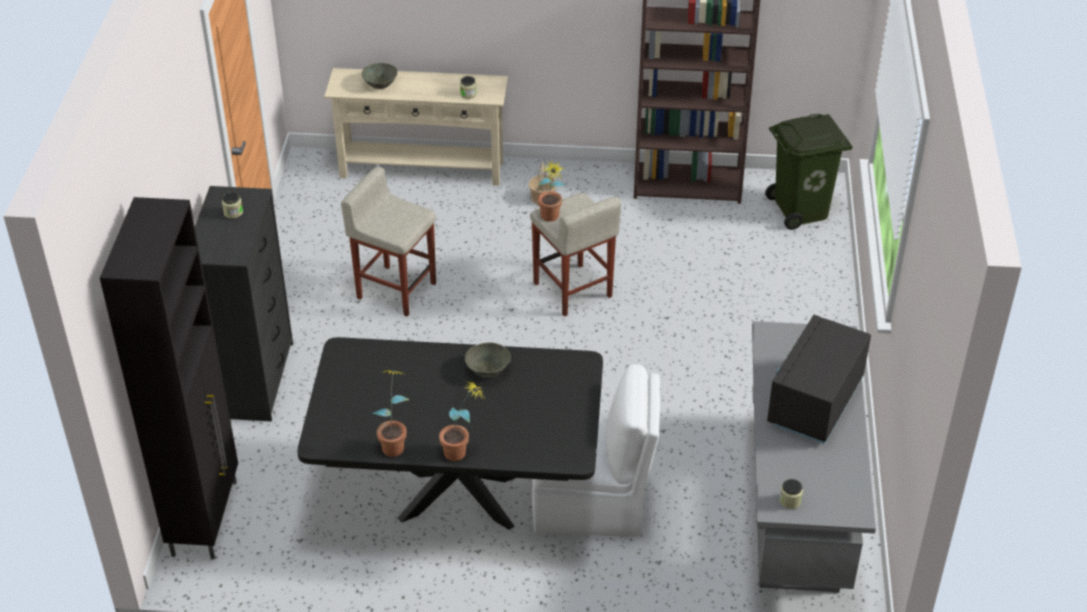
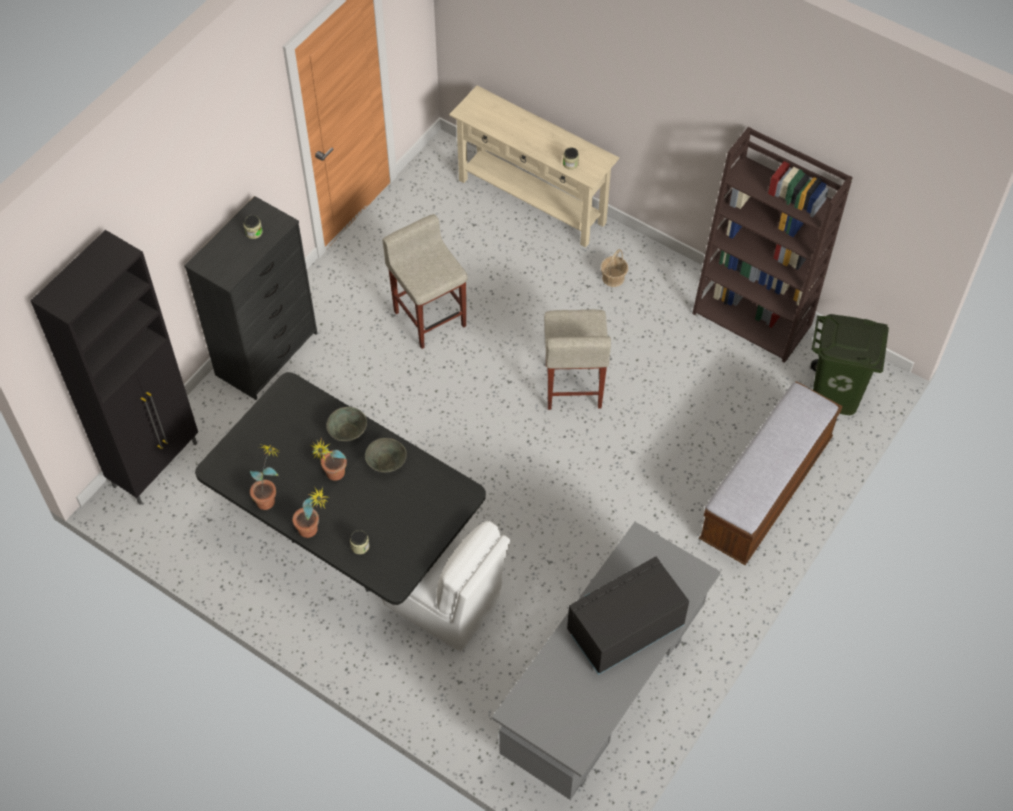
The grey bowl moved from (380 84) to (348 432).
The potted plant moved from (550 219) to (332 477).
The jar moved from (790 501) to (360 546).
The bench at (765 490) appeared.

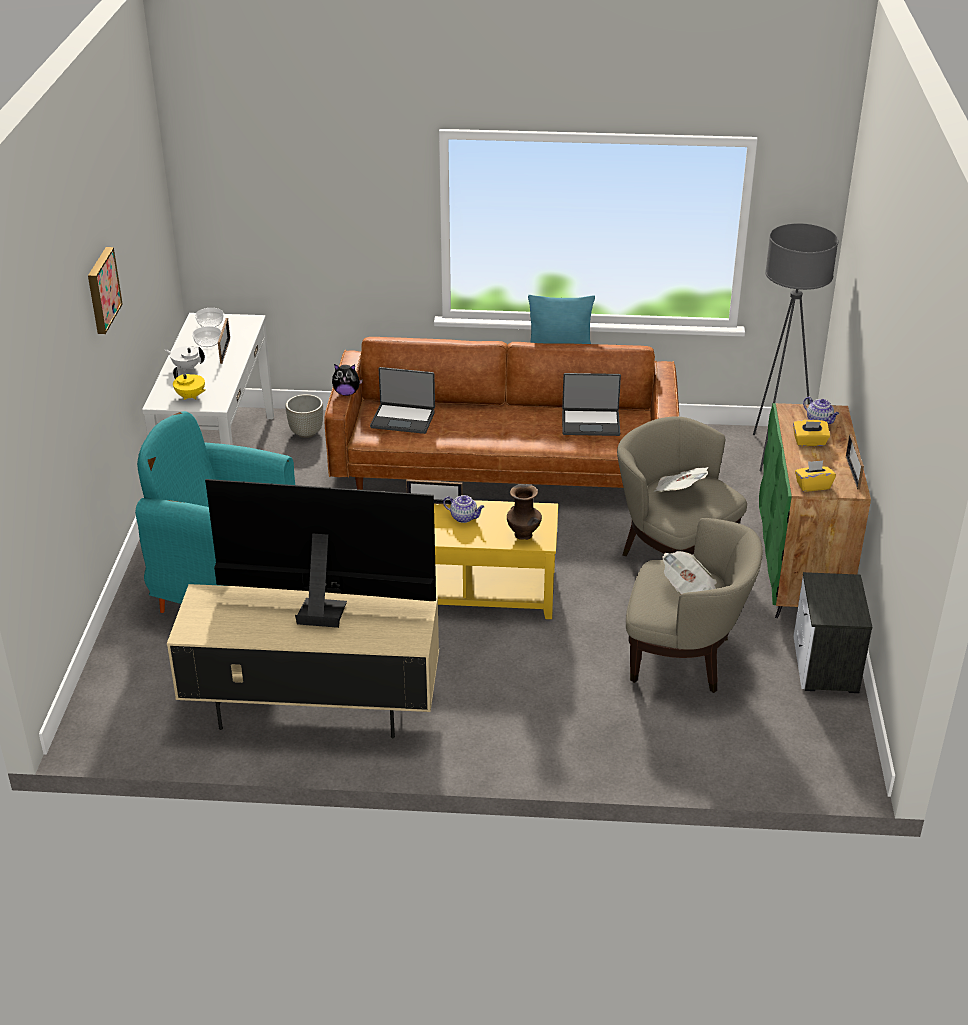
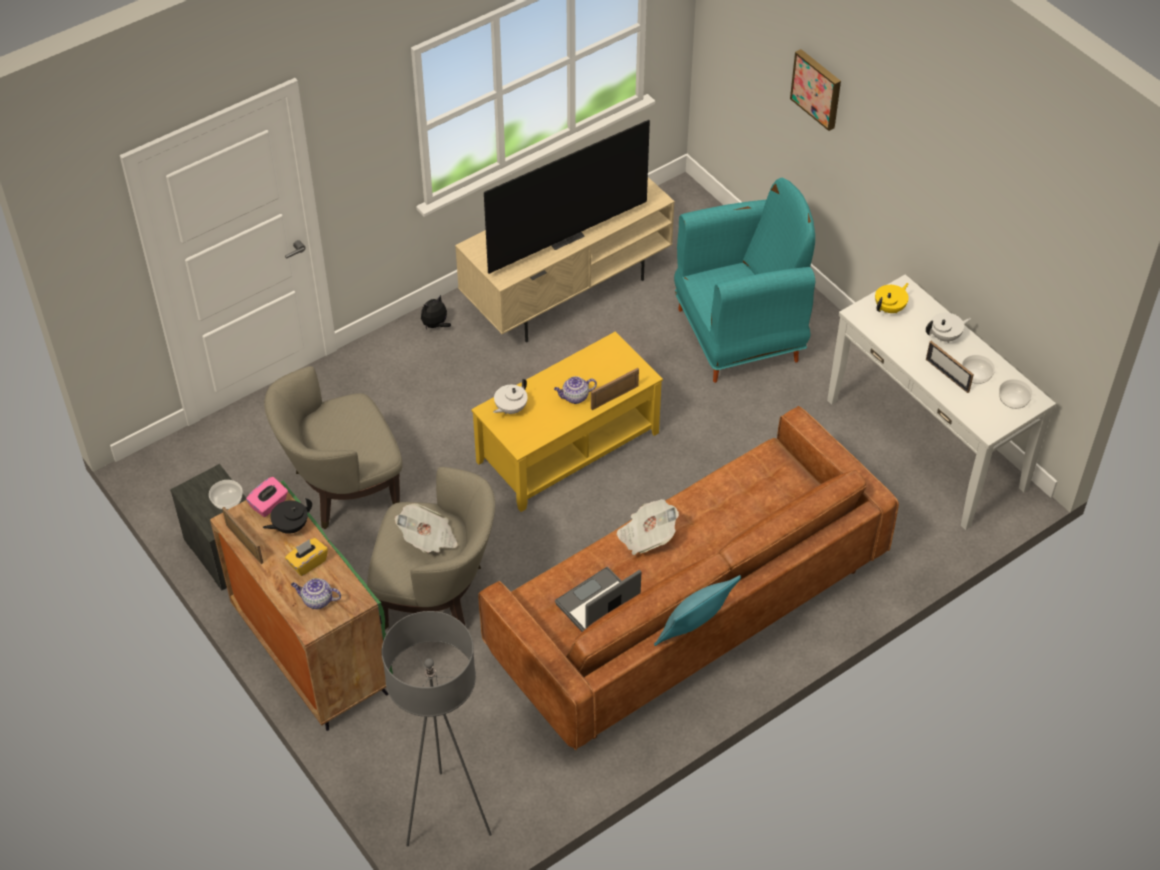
The picture moved from (101 290) to (817 88).
The yellow teapot at (190 397) turned 135 degrees clockwise.
The grey planter at (306 432) disappeared.
The plush toy moved from (346 393) to (435 325).
The laptop at (403 419) disappeared.
The brown vase at (524 535) was replaced by the white teapot at (510 408).
The newspaper moved from (689 591) to (646 536).
The yellow tissue box at (813 486) became the pink tissue box at (269 504).
The bowl at (228 501) appeared.
The black teapot at (290 526) appeared.

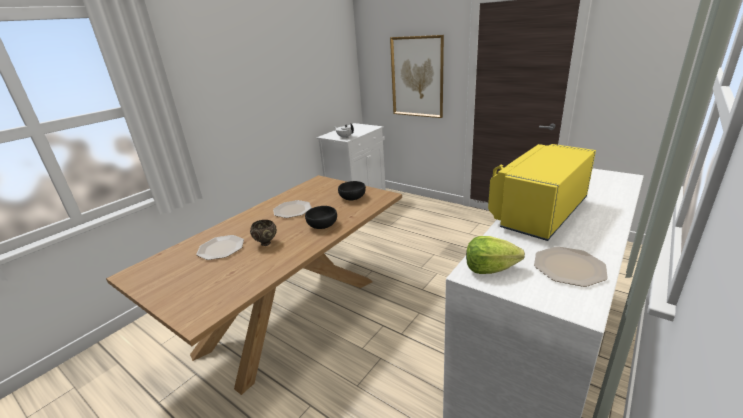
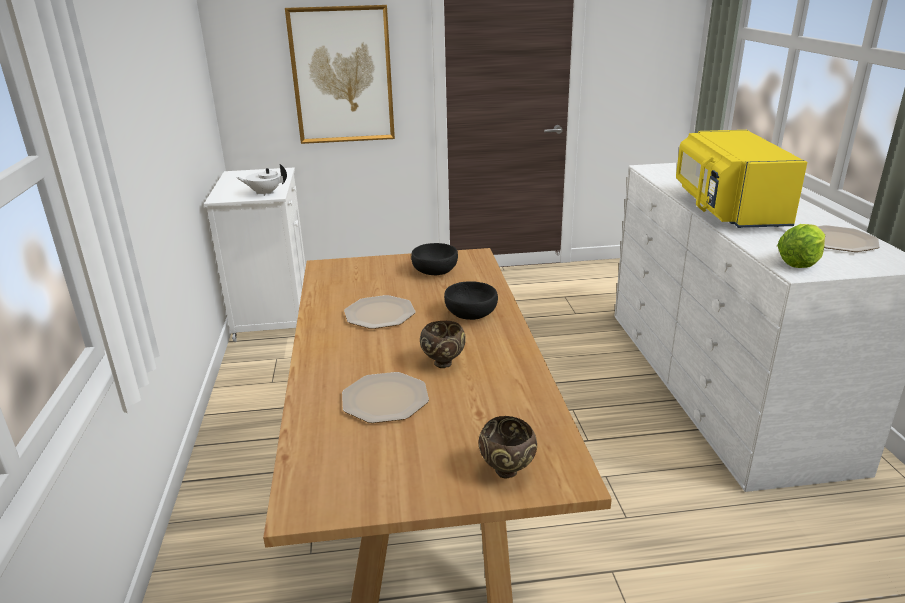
The brown bowl at (508 472) appeared.

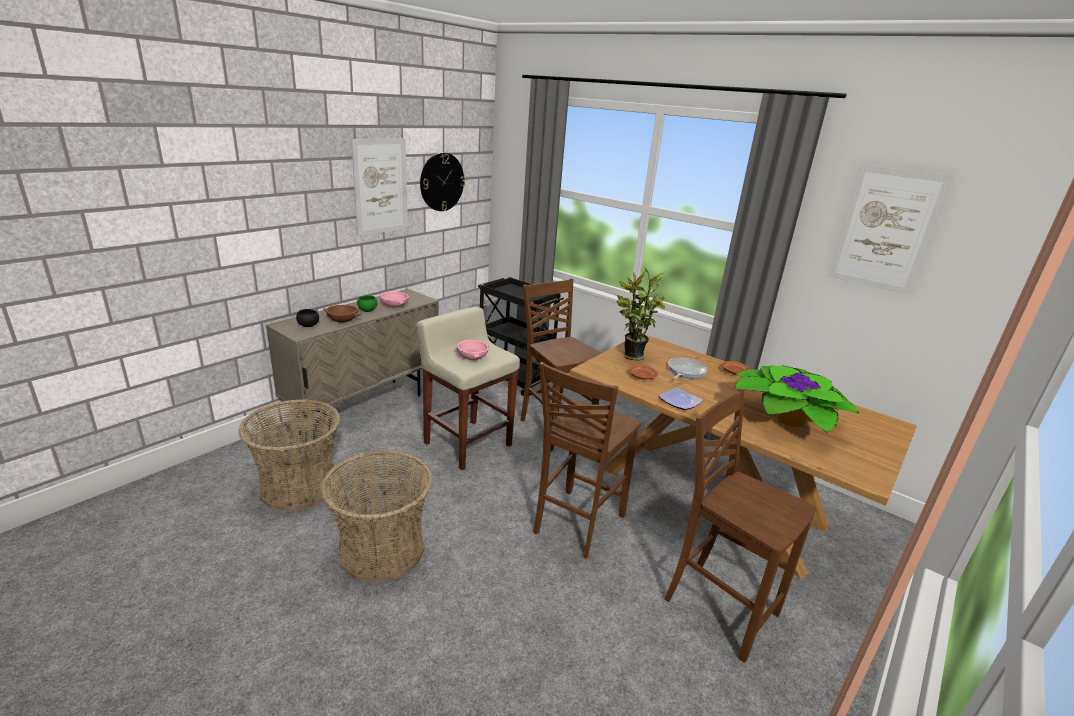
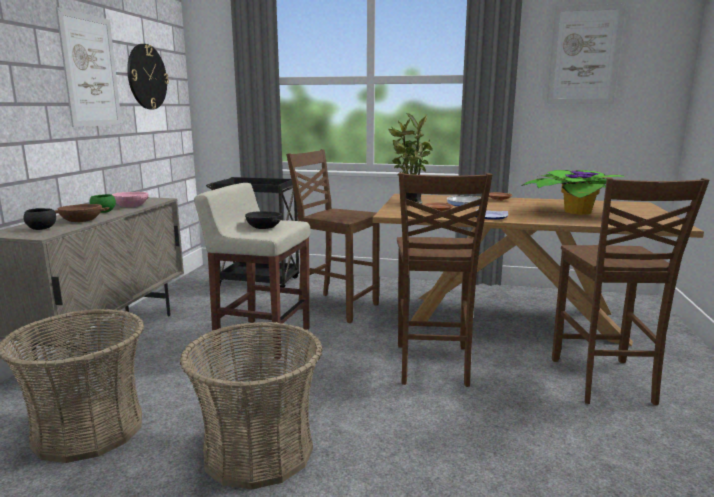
The pink bowl at (472 356) became the black bowl at (263 227).
The brown chair at (718 606) turned 105 degrees counterclockwise.

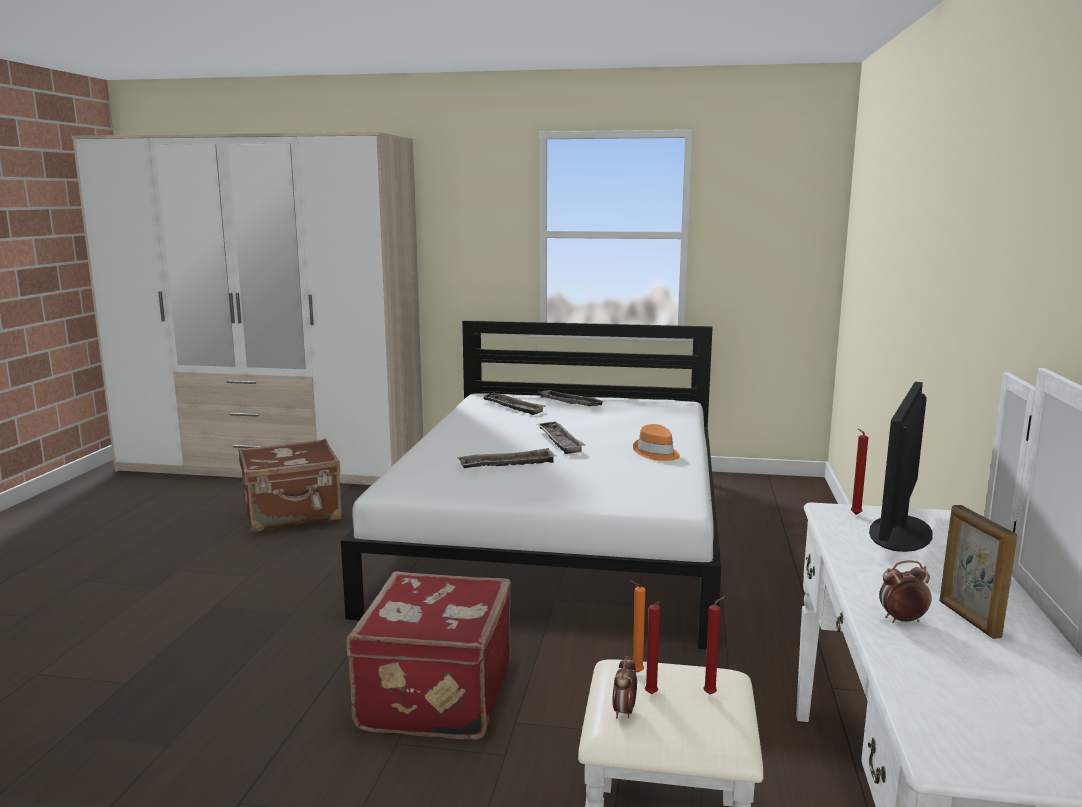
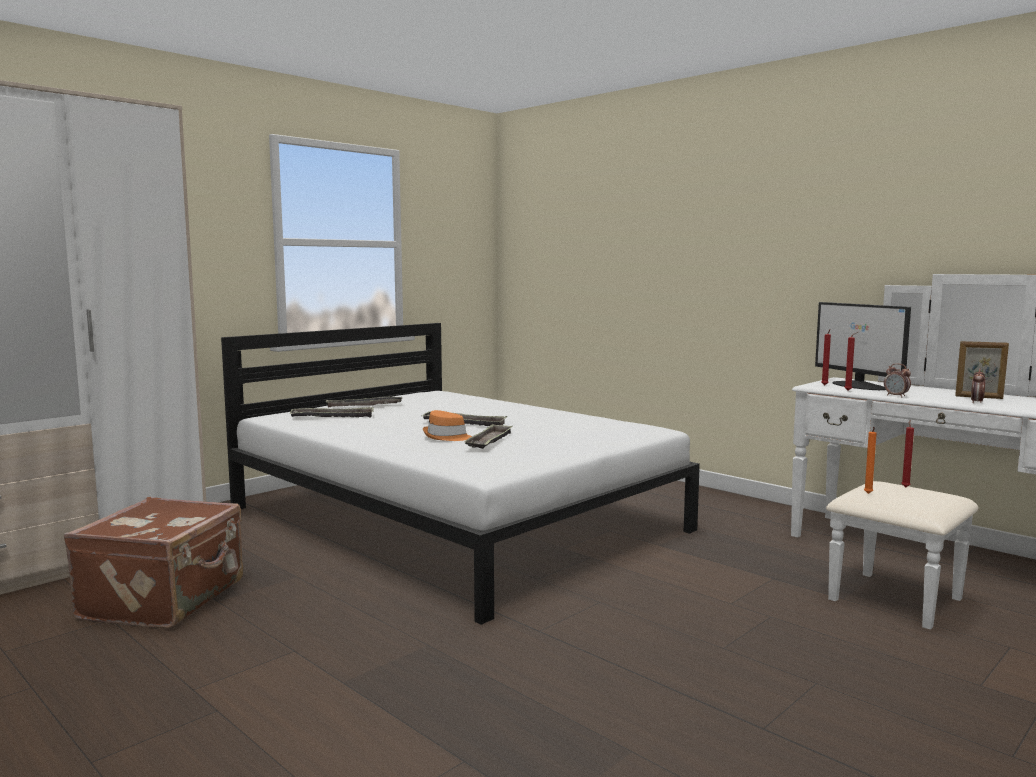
The red suitcase at (433 695) disappeared.
The alarm clock moved from (624 712) to (896 396).
The orange hat moved from (656 453) to (447 437).
The red candle moved from (652 695) to (849 390).

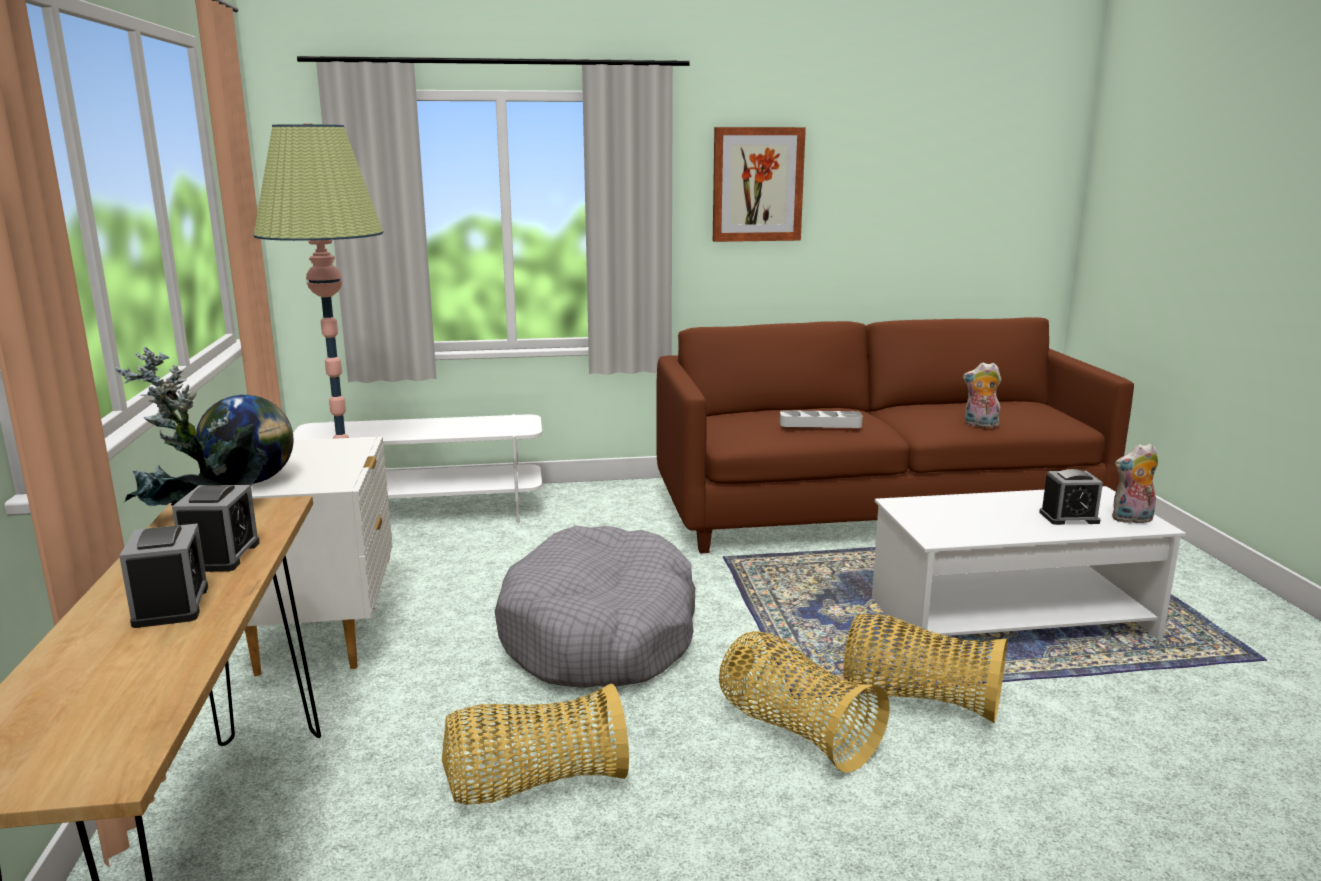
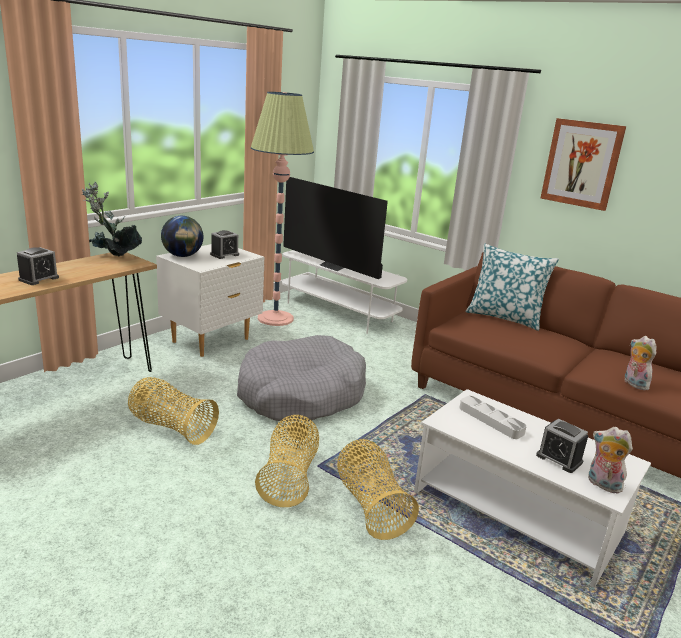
The alarm clock moved from (221 556) to (224 255).
The grey tray moved from (820 424) to (491 420).
The television at (333 266) appeared.
The pillow at (504 317) appeared.

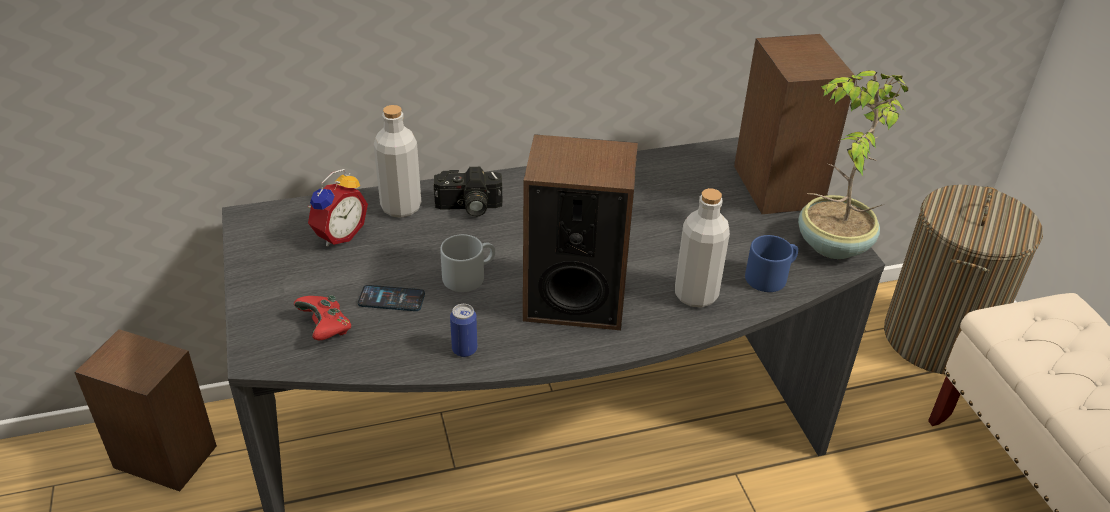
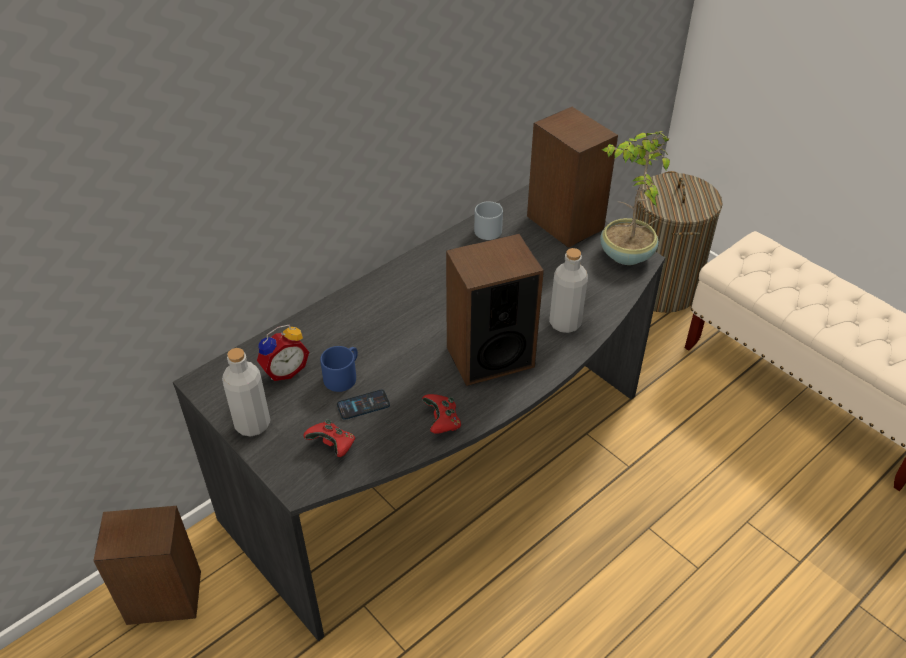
The alarm clock at (338 235) turned 45 degrees clockwise.
The grey bottle moved from (401 207) to (252 424).
The photo camera at (468 207) disappeared.
The grey mug moved from (469 275) to (490 228).
The can at (464 349) was replaced by the red game controller at (442 422).
The blue mug moved from (770 276) to (343 375).

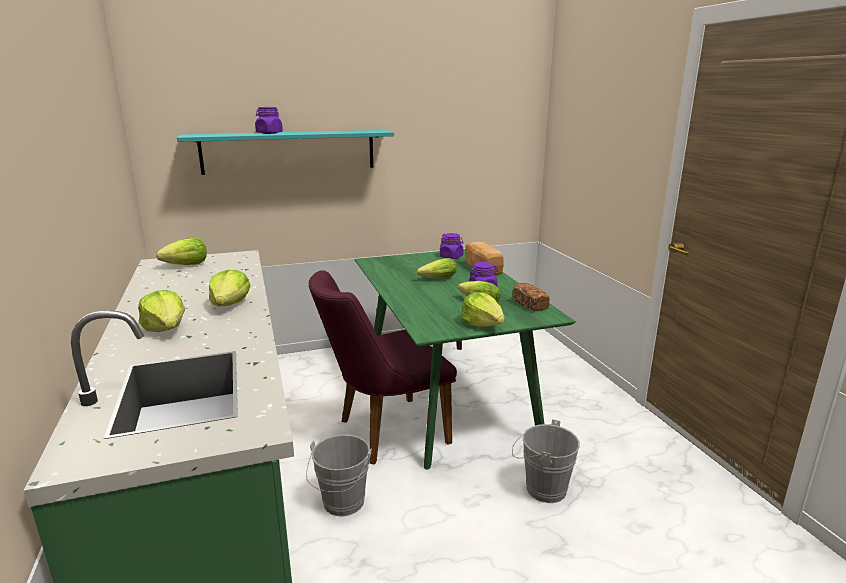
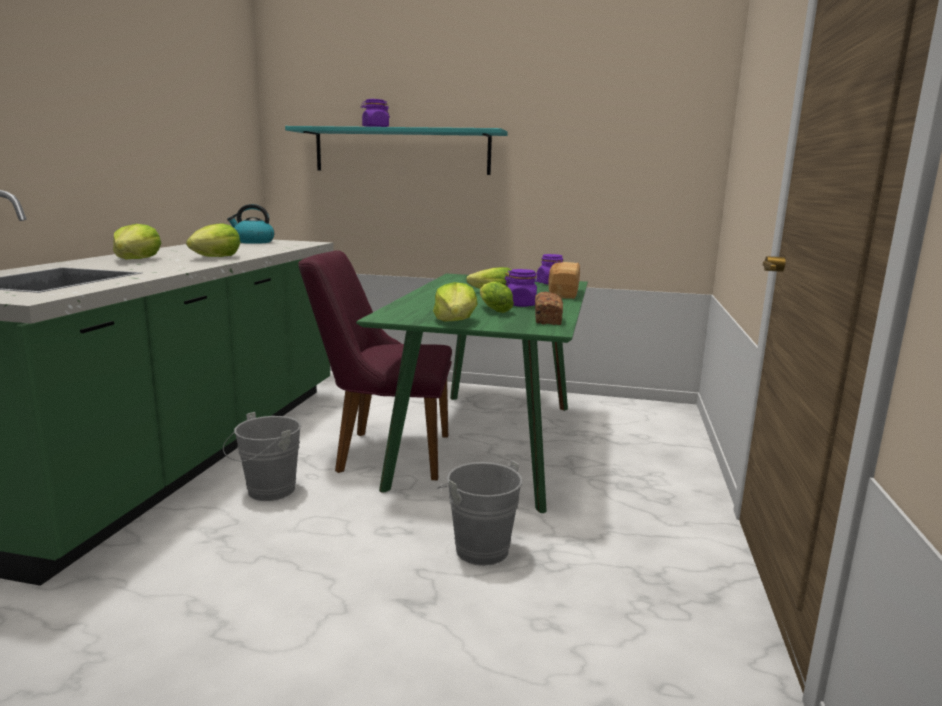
The lettuce at (186 265) was replaced by the kettle at (253 242).

